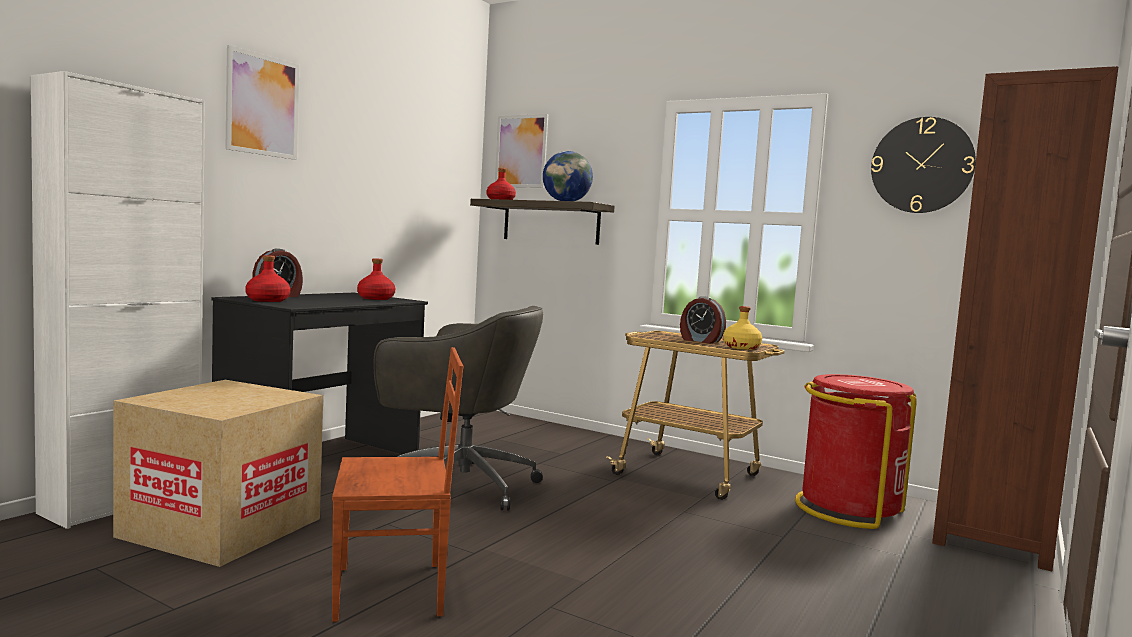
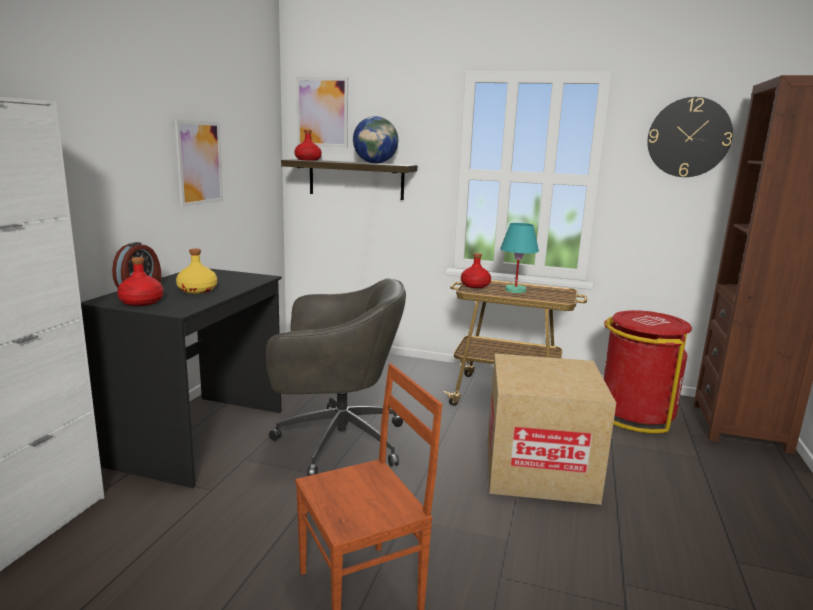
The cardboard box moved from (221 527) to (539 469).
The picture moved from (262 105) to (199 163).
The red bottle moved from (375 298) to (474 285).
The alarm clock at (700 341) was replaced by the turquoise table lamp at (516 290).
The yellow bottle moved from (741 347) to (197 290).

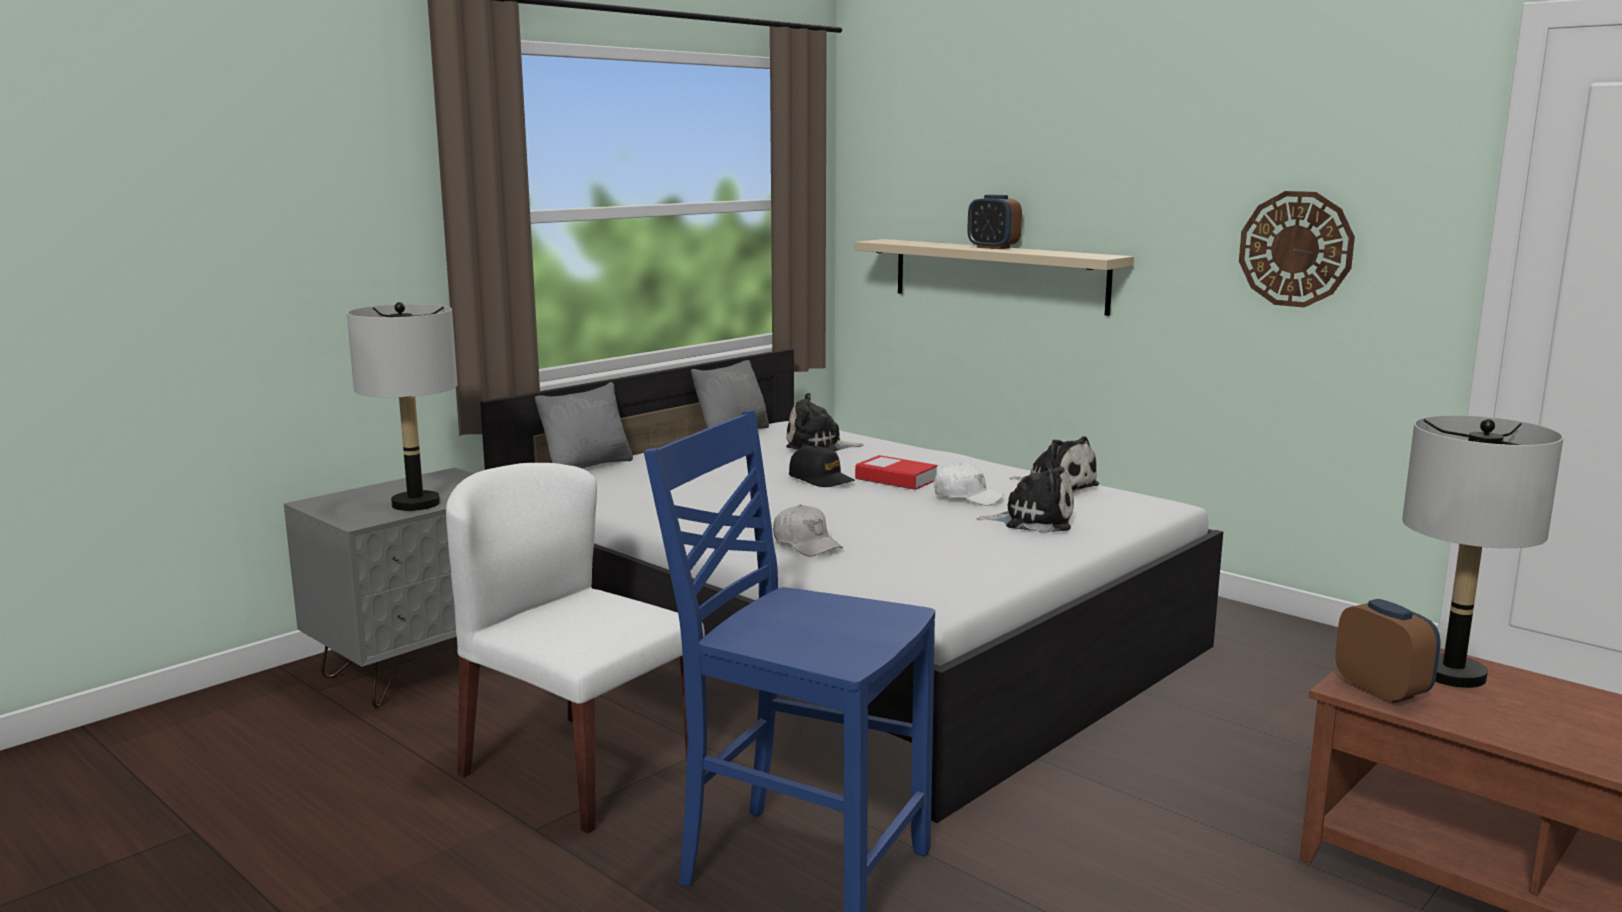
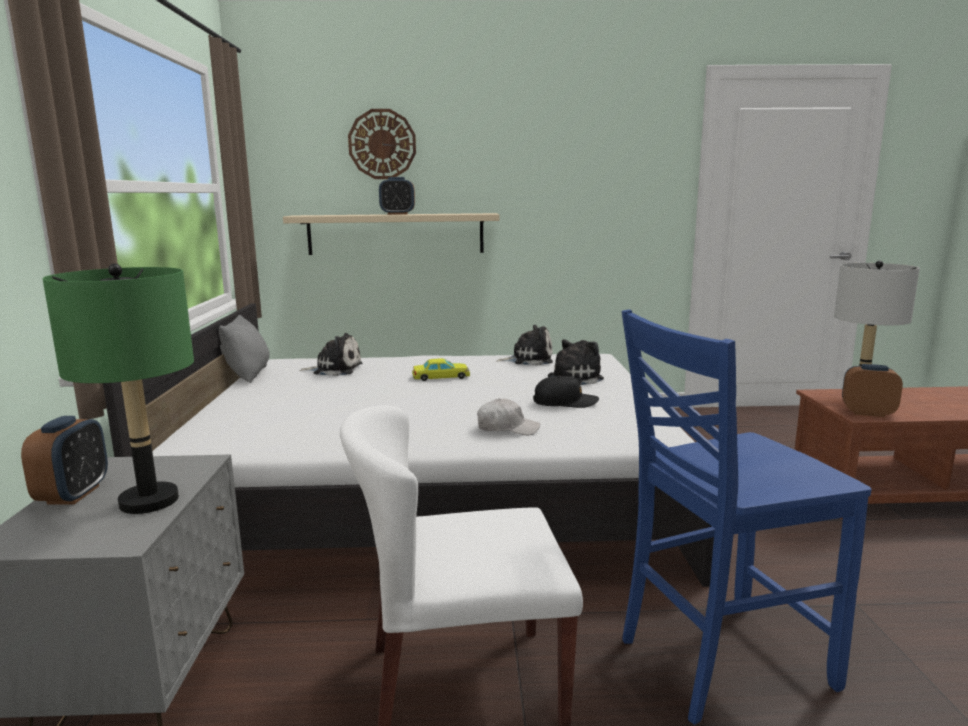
The grey table lamp at (415 504) became the green table lamp at (149 502).
The grey pillow at (588 465) disappeared.
The plush toy at (818 446) turned 135 degrees counterclockwise.
The black cap moved from (821 479) to (565 402).
The book at (896 479) was replaced by the yellow toy car at (441 376).
The white cap at (967 497) disappeared.
The wall clock moved from (1295 249) to (382 144).
The alarm clock at (74 494) appeared.

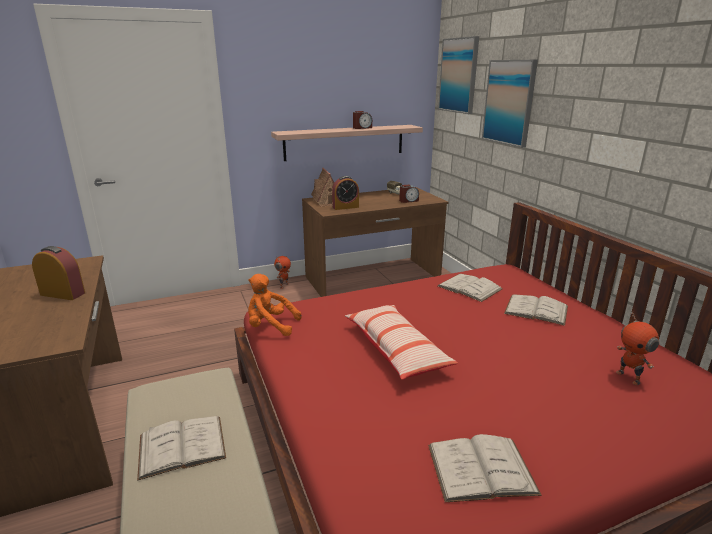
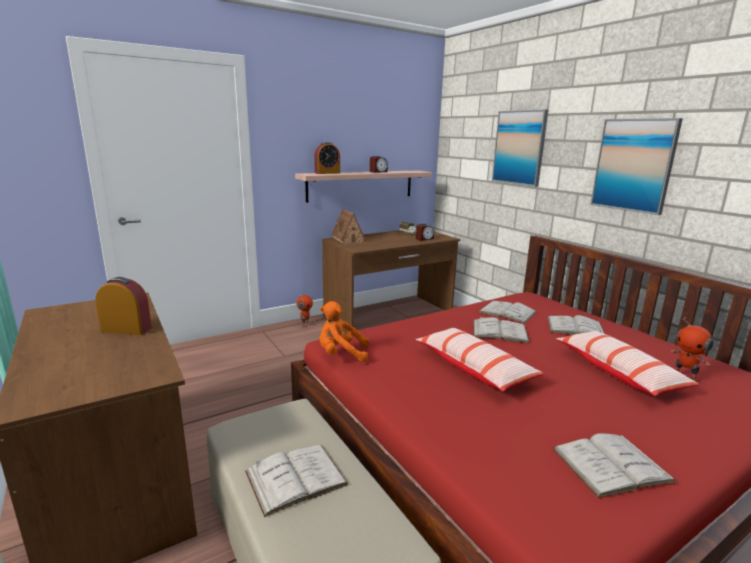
The alarm clock moved from (345 207) to (327 173).
The picture moved from (459 75) to (633 165).
The white book at (499 331) appeared.
The pillow at (618 372) appeared.

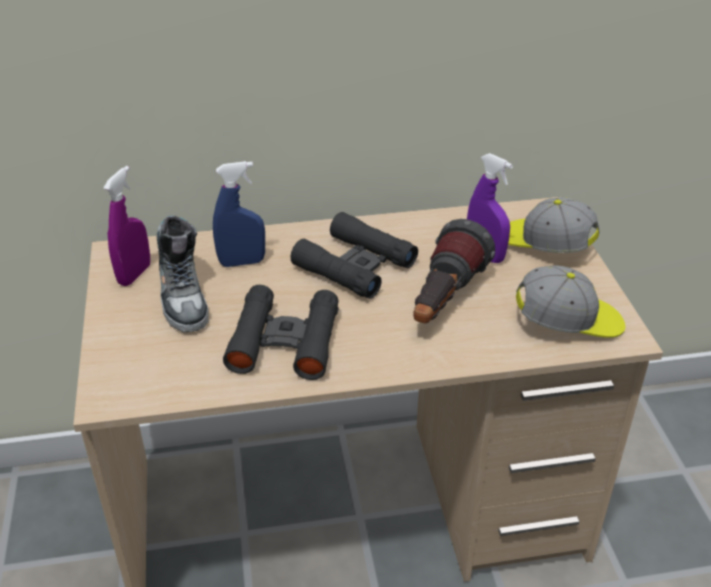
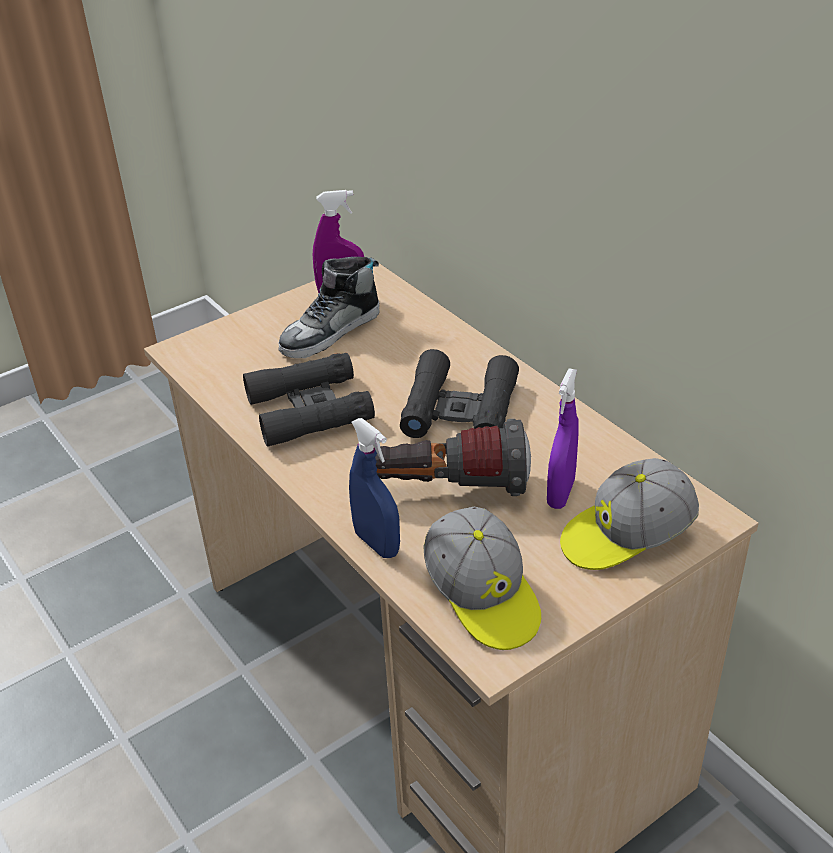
The blue spray bottle moved from (242 262) to (377 543).
The cap at (544 245) turned 120 degrees counterclockwise.

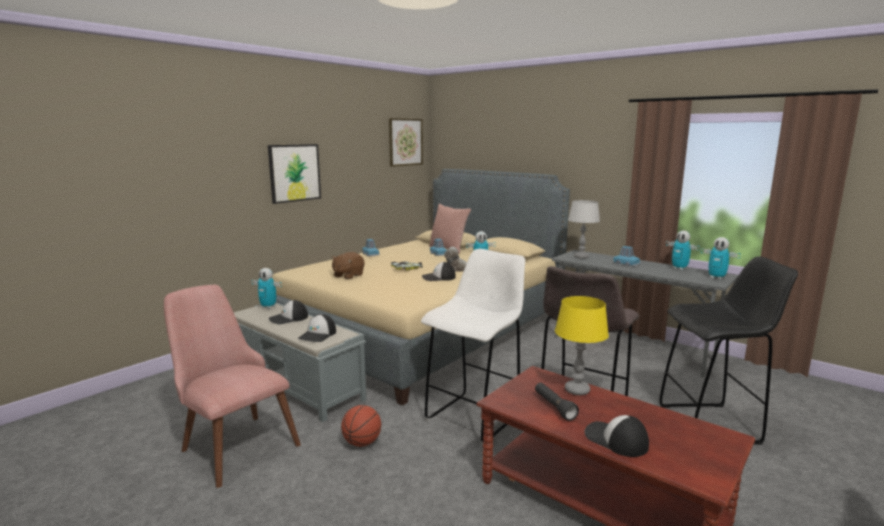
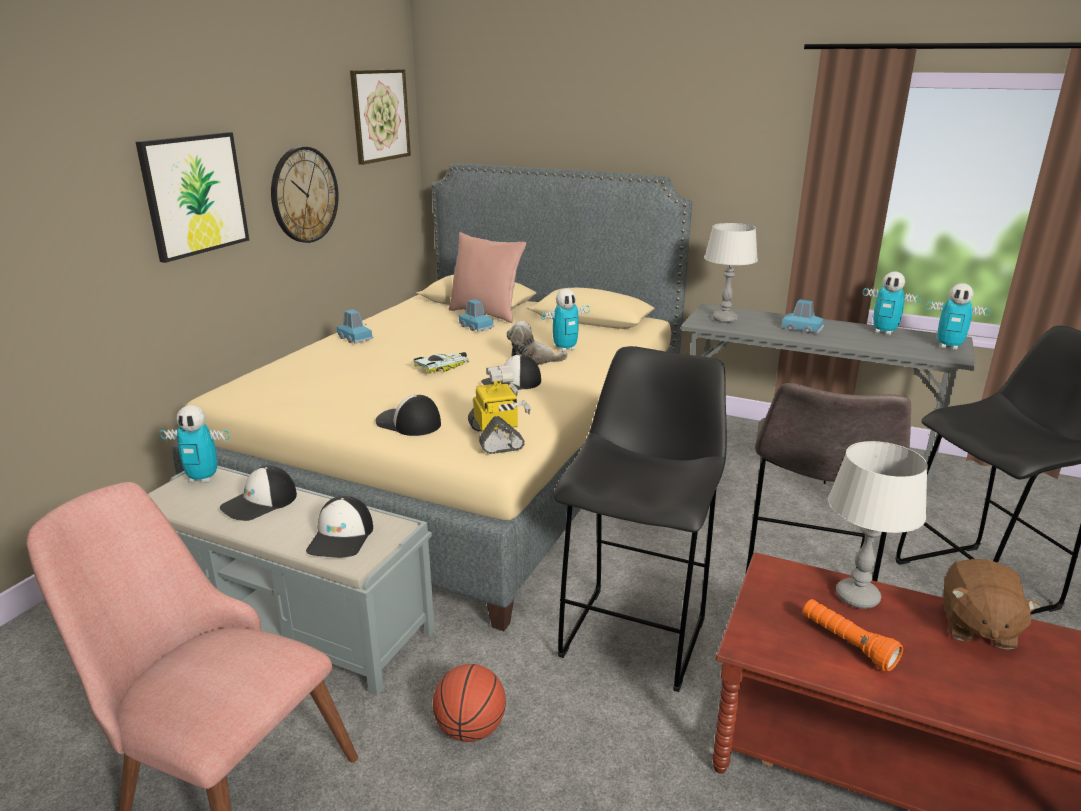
The brown plush toy moved from (348 276) to (976 627).
The white stool at (474 417) became the black stool at (635 634).
The black flashlight at (554 407) became the orange flashlight at (847 643).
The yellow table lamp at (577 390) became the grey table lamp at (857 597).
The cap moved from (615 440) to (408 423).
The wall clock at (304 195) appeared.
The toy robot at (497 438) appeared.

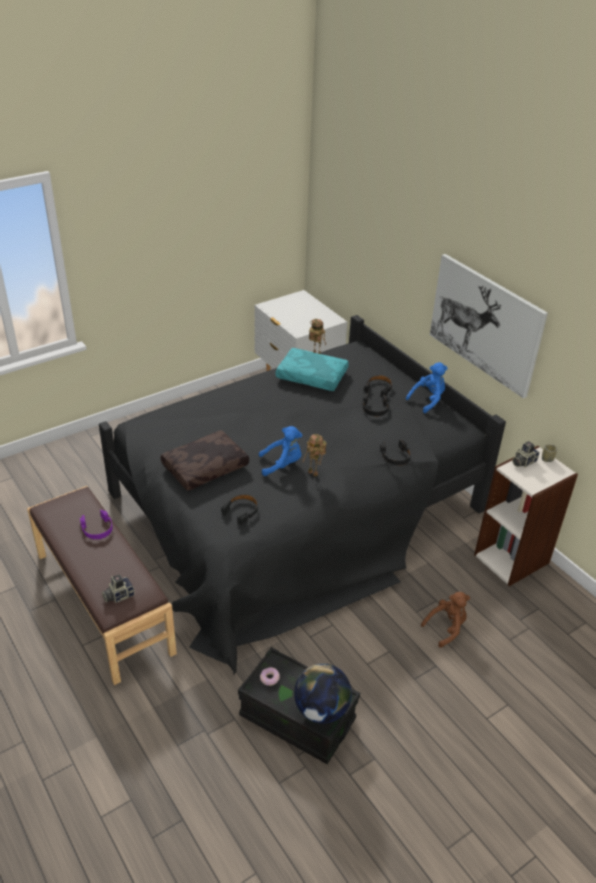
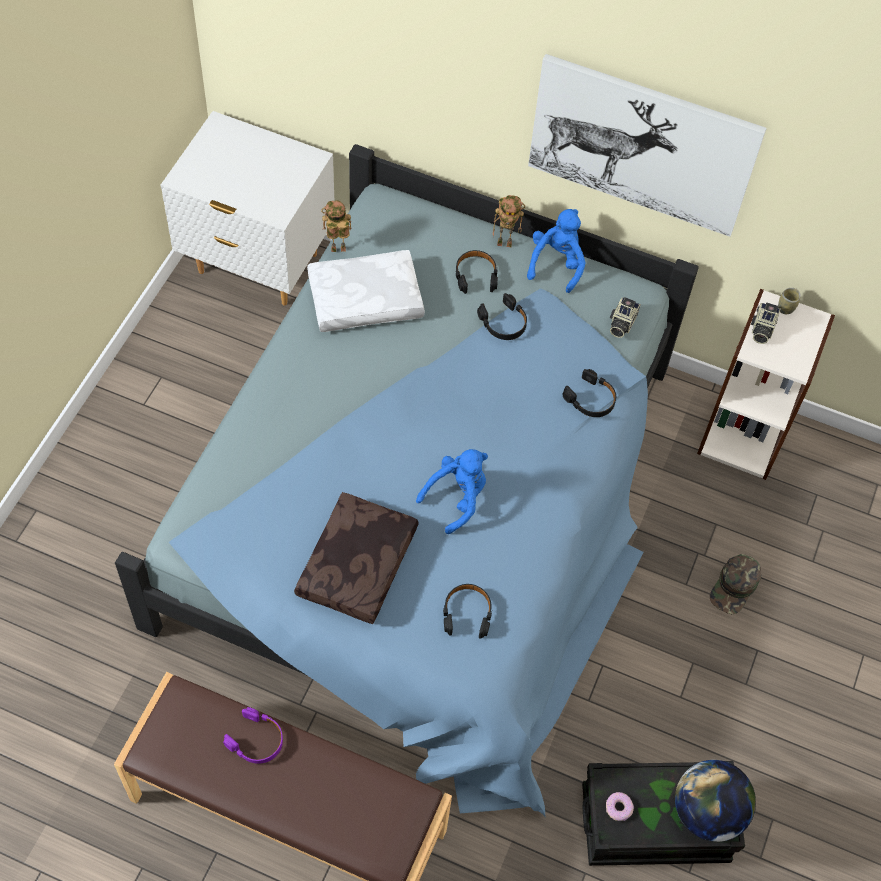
The black bed at (295 511) became the blue bed at (428 511).
The photo camera moved from (118 595) to (621 323).
The turquoise pillow at (311 376) became the white pillow at (365 301).
The toy robot moved from (314 473) to (505 243).
The brown plush toy at (446 628) was replaced by the green cap at (734 587).

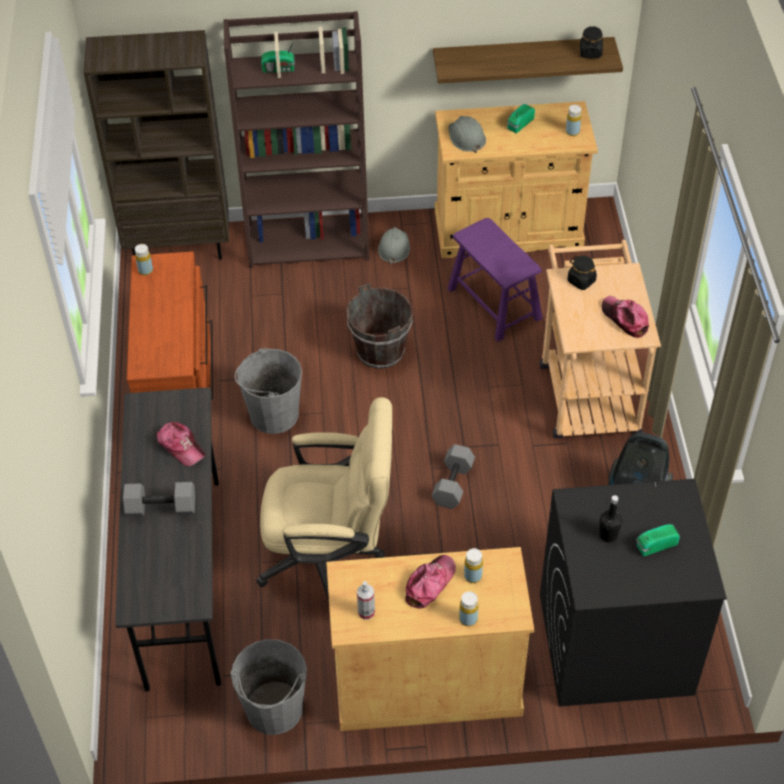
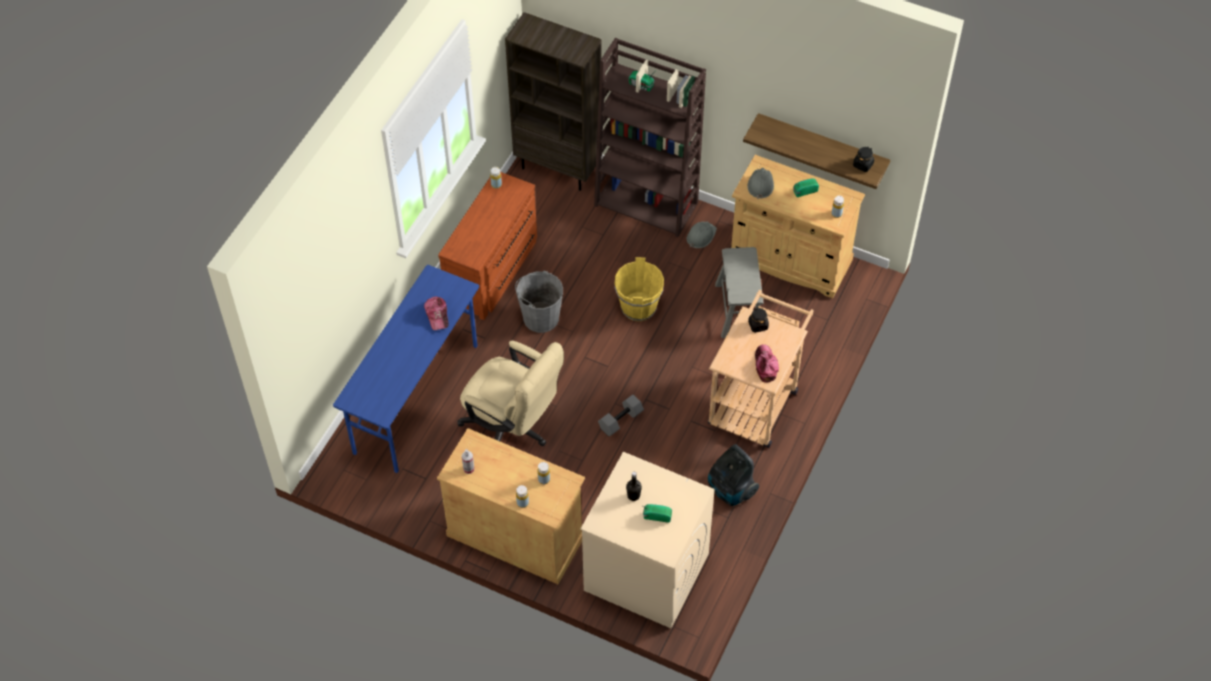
The grey desk at (182 580) became the blue desk at (416 398).
The grey dumbbell at (162 506) disappeared.
The grey bucket at (274 709) disappeared.
The brown bucket at (381 351) became the yellow bucket at (639 307).
The cap at (429 584) disappeared.
The purple stool at (494 303) became the grey stool at (739 309).
The black washing machine at (614 644) became the beige washing machine at (645 572).

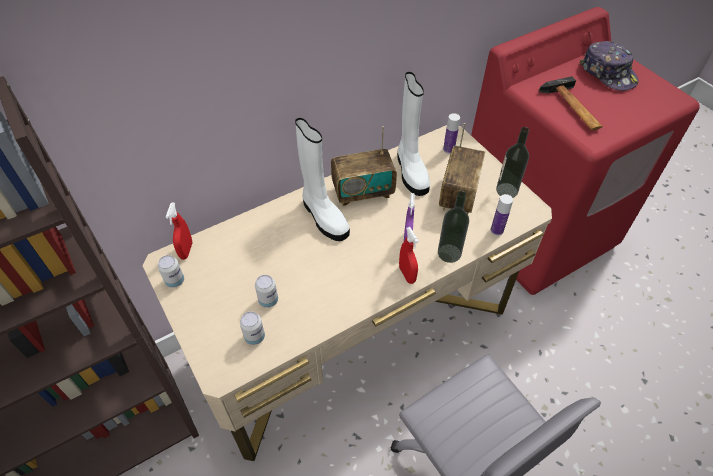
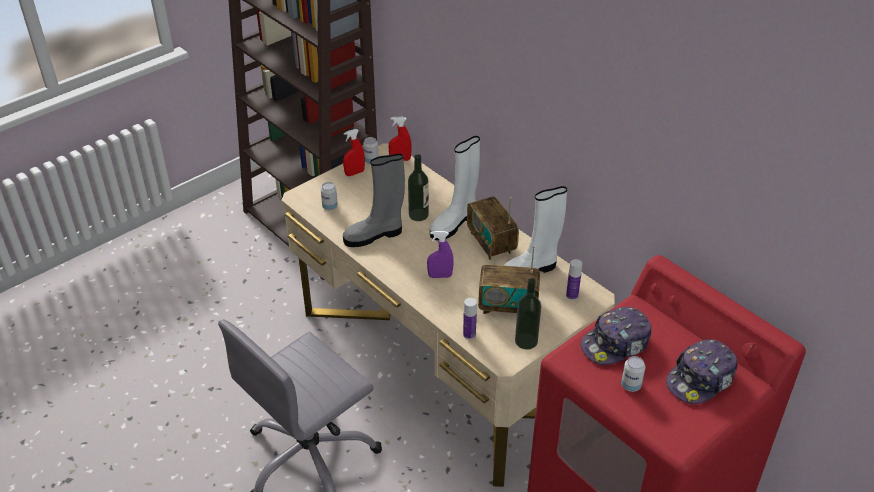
The can moved from (268 300) to (631 385).
The red spray bottle moved from (407 274) to (354 173).
The bottle moved from (449 253) to (418 215).
The hammer at (572 109) was replaced by the cap at (616 344).
The grey boot at (375 235) appeared.

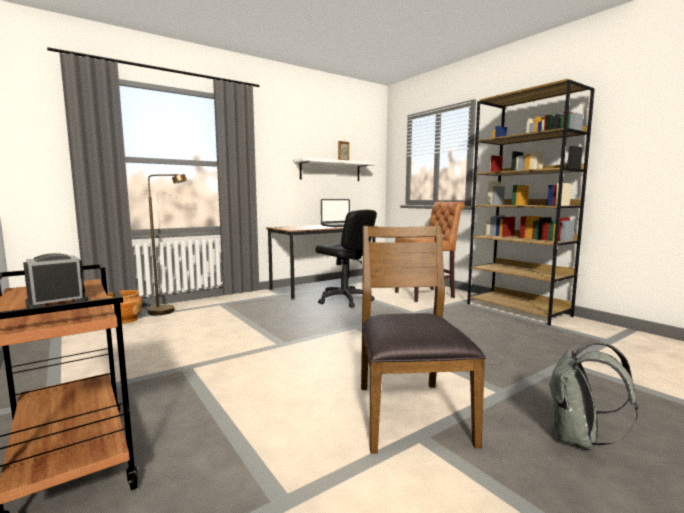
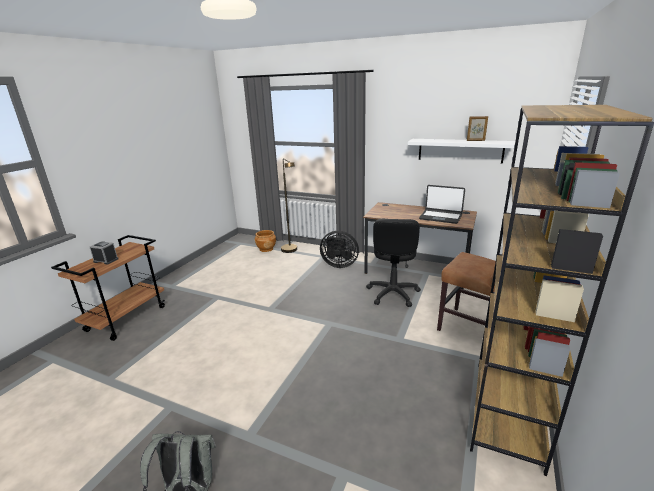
The brown chair at (409 413) disappeared.
The black fan at (339 264) appeared.

